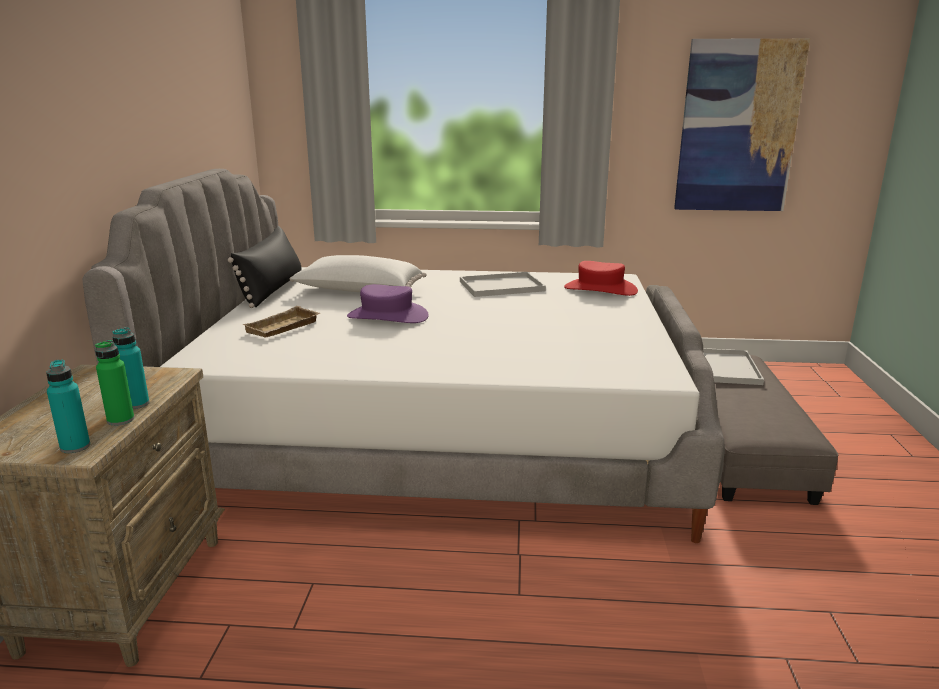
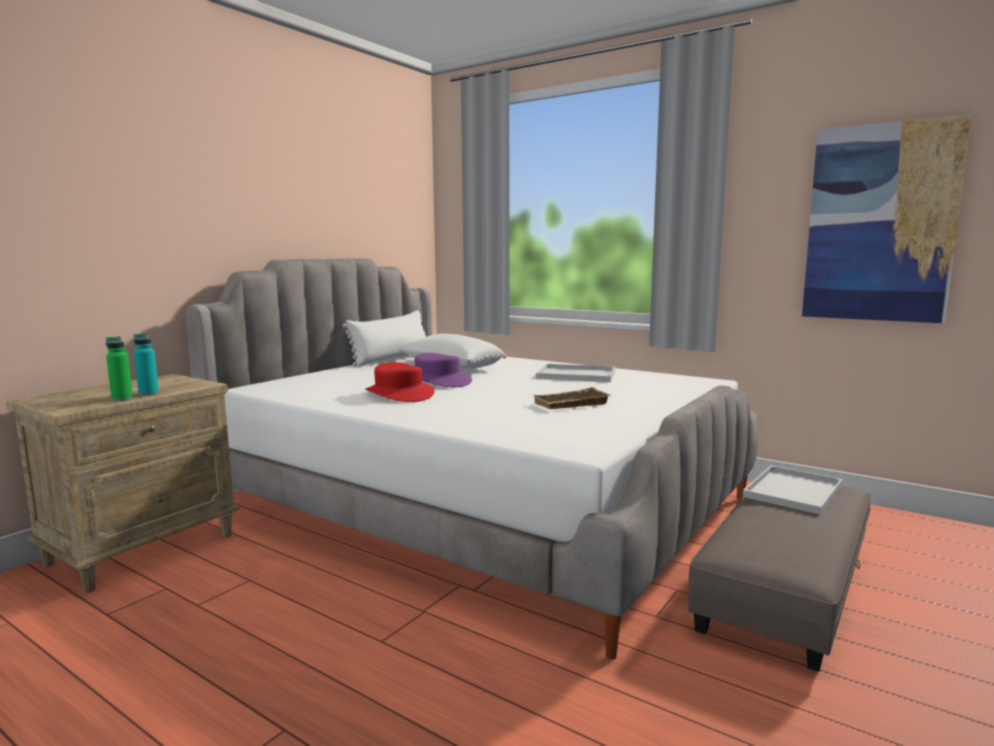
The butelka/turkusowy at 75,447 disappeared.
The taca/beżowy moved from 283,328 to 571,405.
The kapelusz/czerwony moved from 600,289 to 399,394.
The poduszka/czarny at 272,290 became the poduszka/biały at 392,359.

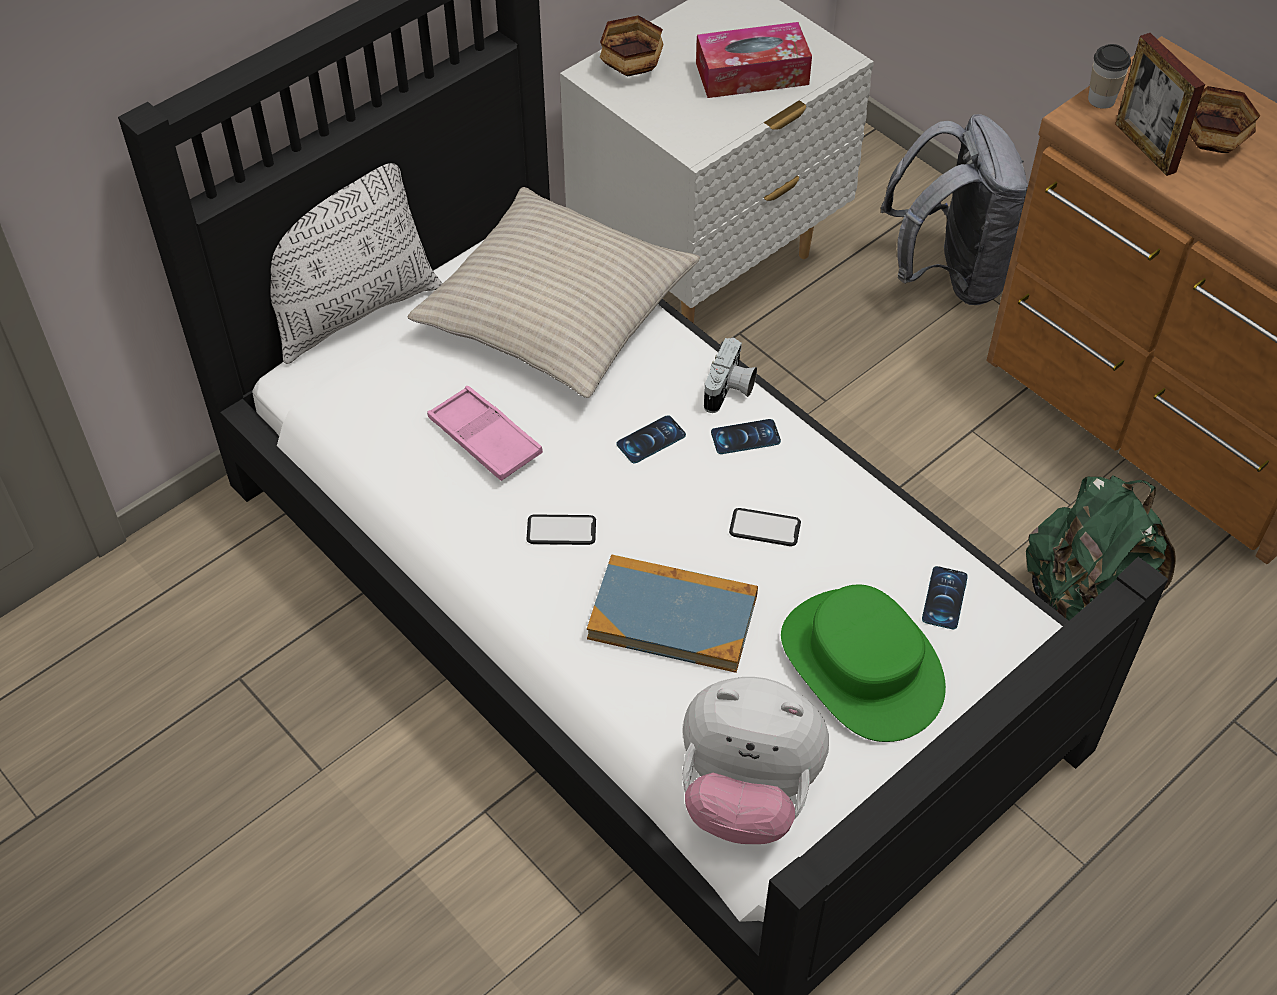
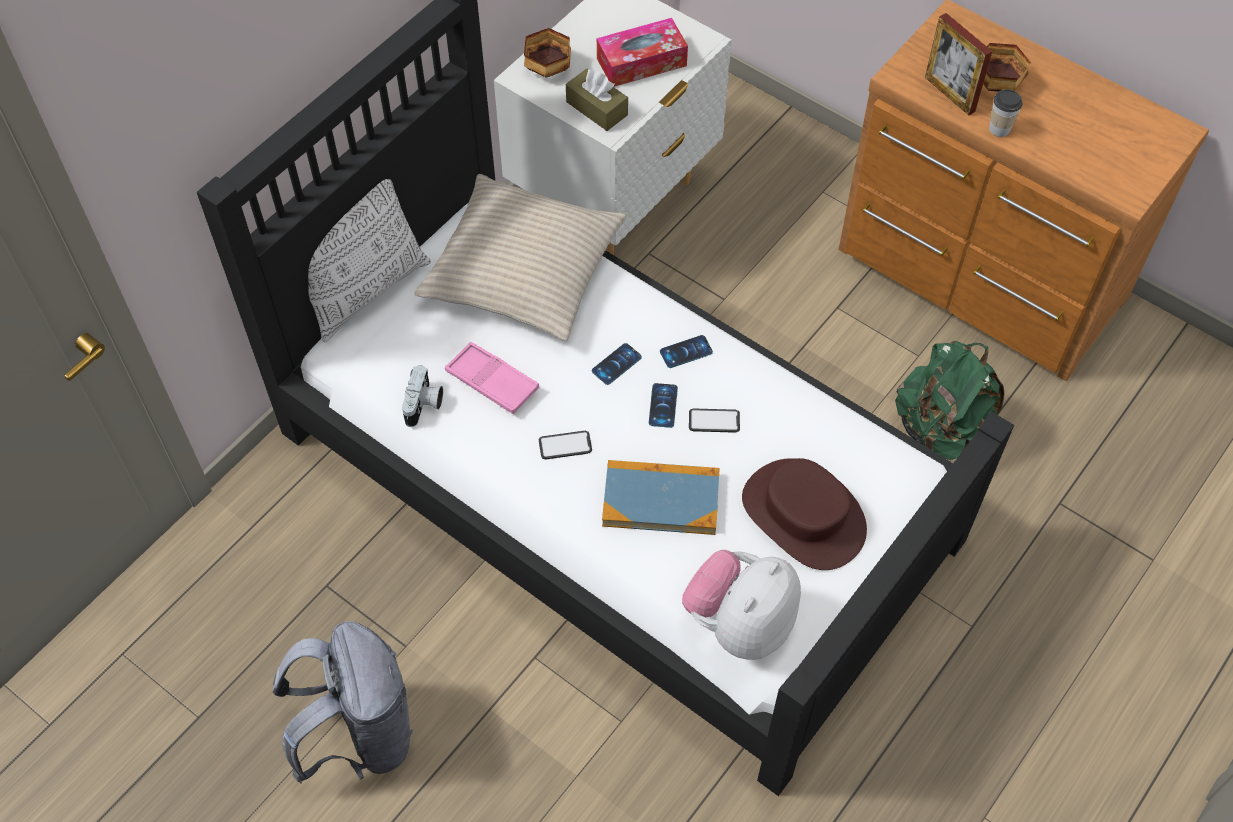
The pudełko chusteczek/brązowy at 597,108 appeared.
The aparat fotograficzny moved from 730,390 to 424,405.
The plecak/szary moved from 949,274 to 360,734.
The telefon moved from 944,598 to 663,405.
The filiżanka moved from 1101,99 to 999,129.
The kapelusz/zielony at 862,665 became the kapelusz/brązowy at 804,515.
The pluszak at 747,793 turned 120 degrees clockwise.

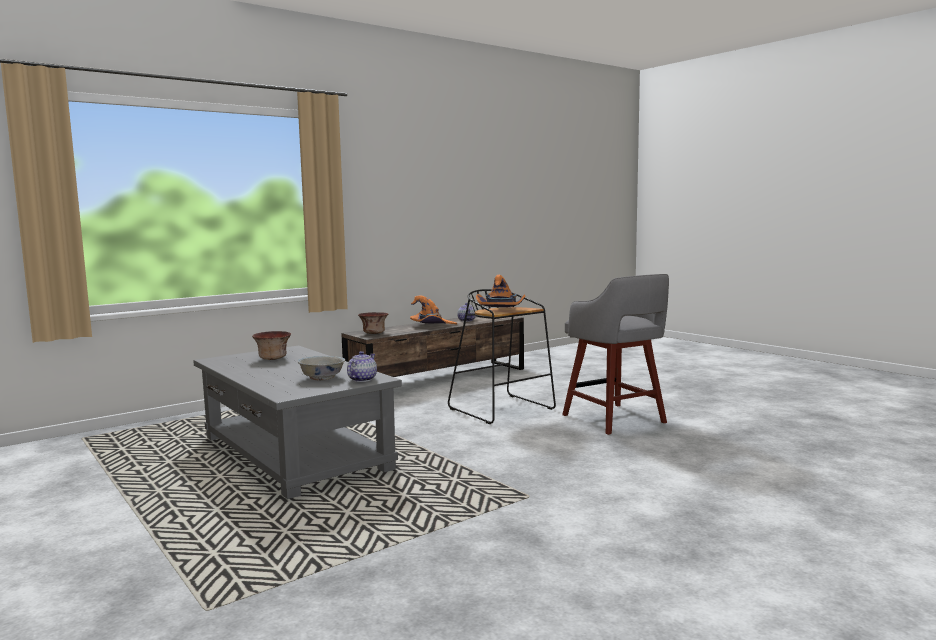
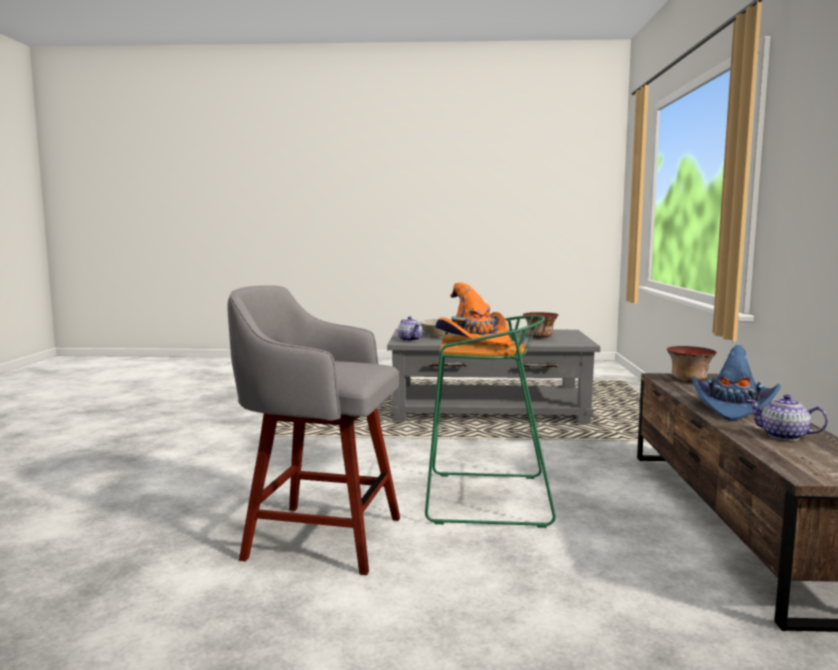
The kapelusz/pomarańczowy at 431,325 became the kapelusz/niebieski at 733,408.
The stołek/czarny at 503,409 became the stołek/zielony at 484,499.

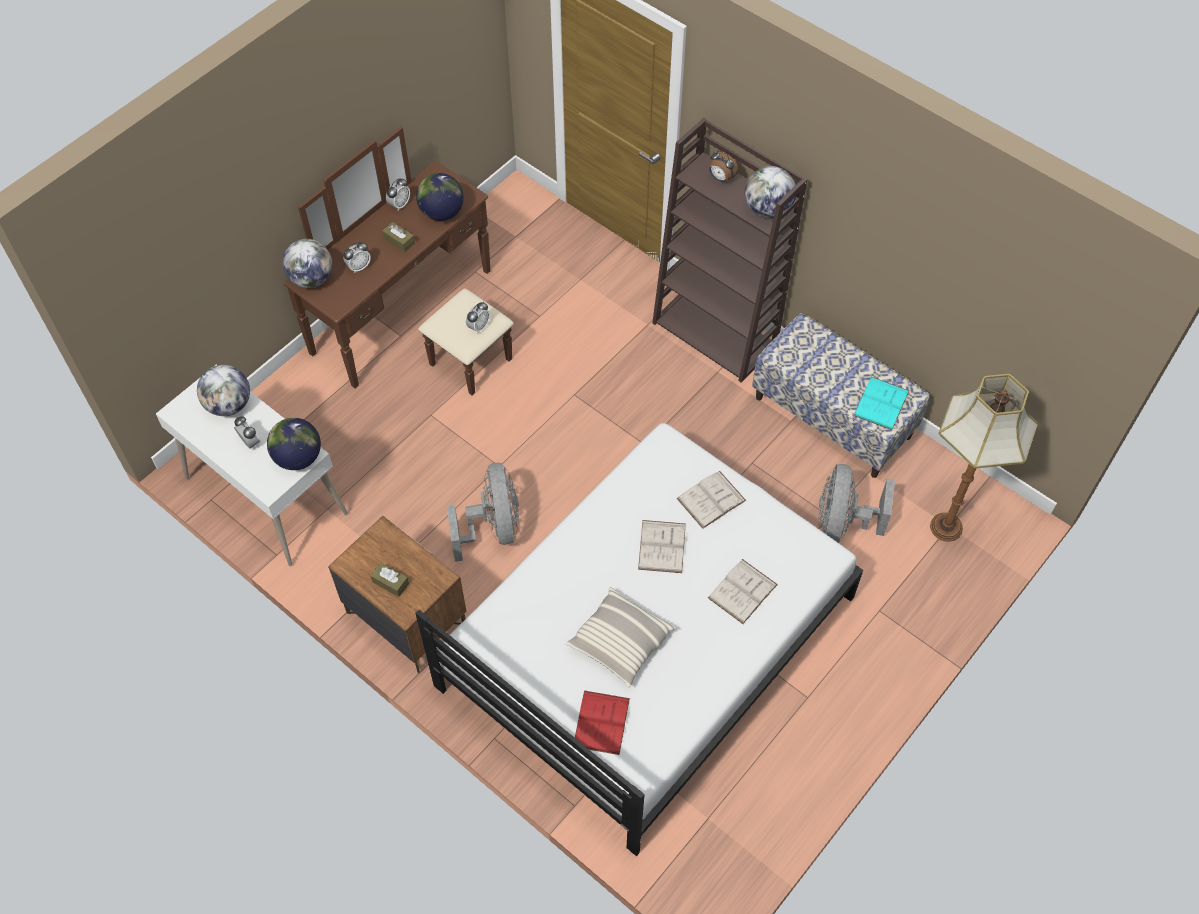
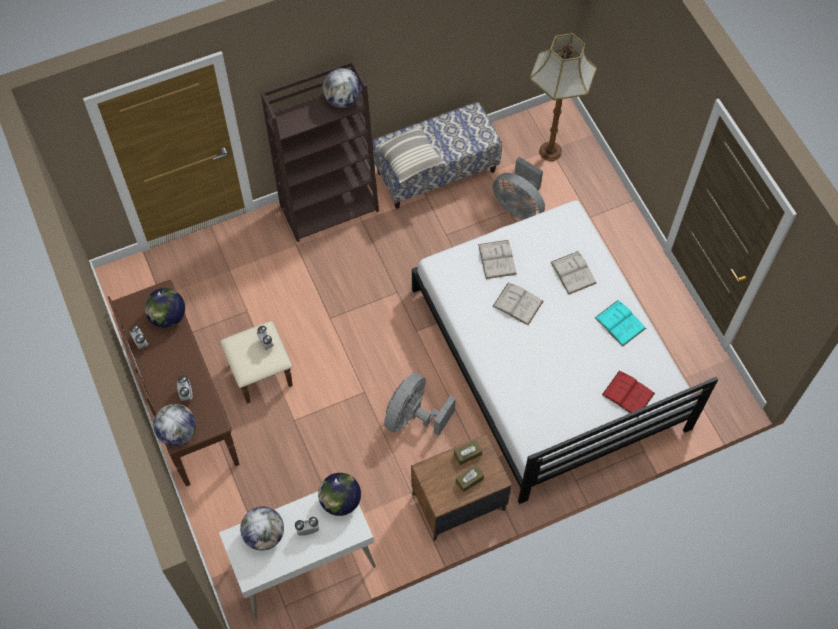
The budzik at 721,178 disappeared.
The pudełko chusteczek/brązowy moved from 399,241 to 467,454.
The poduszka moved from 620,642 to 410,159.
The książka/turkusowy moved from 881,403 to 620,323.
The wentylator/szary at 493,528 turned 75 degrees counterclockwise.

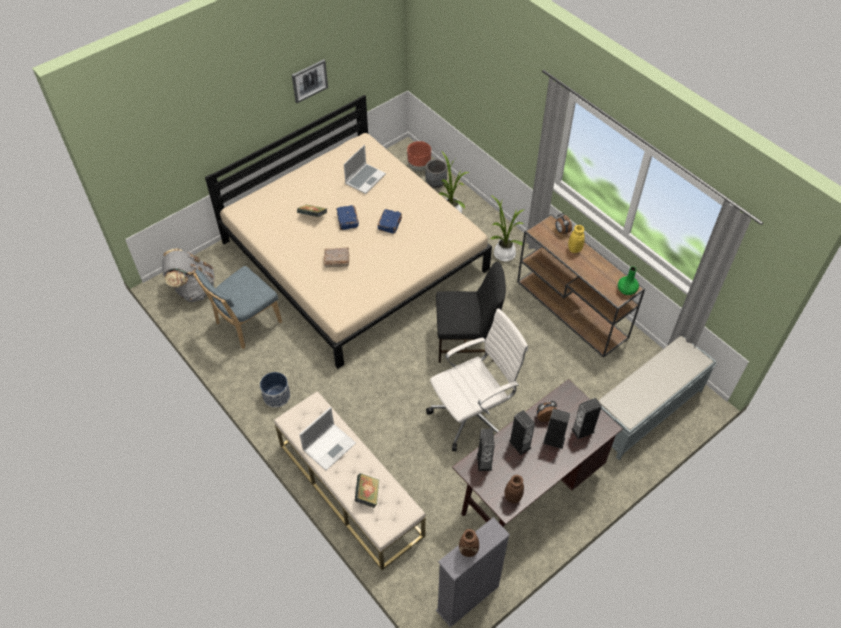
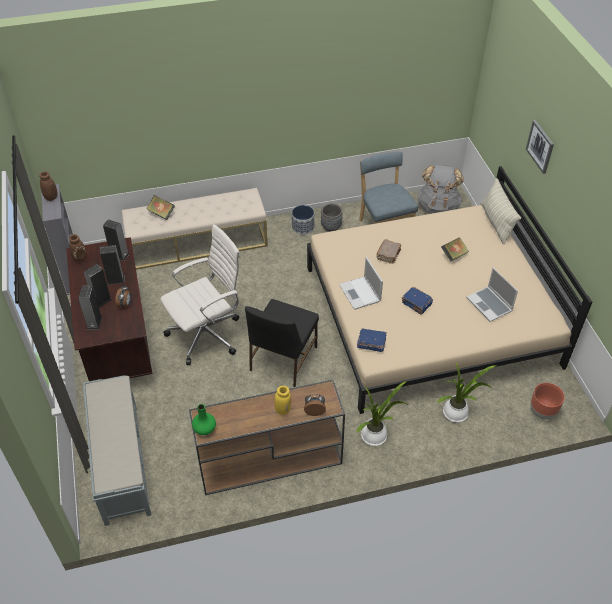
The poduszka at 496,223 appeared.
The obraz moved from 309,80 to 540,146.
The laptop moved from 330,446 to 360,293.
The książka/niebieski moved from 347,221 to 371,343.
The donica/szary moved from 436,182 to 331,227.
The krzesło biurowe/biały at 473,415 turned 120 degrees counterclockwise.

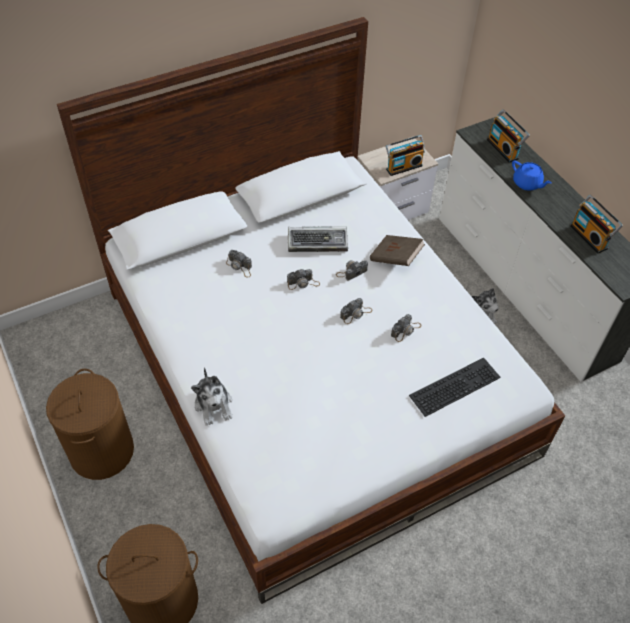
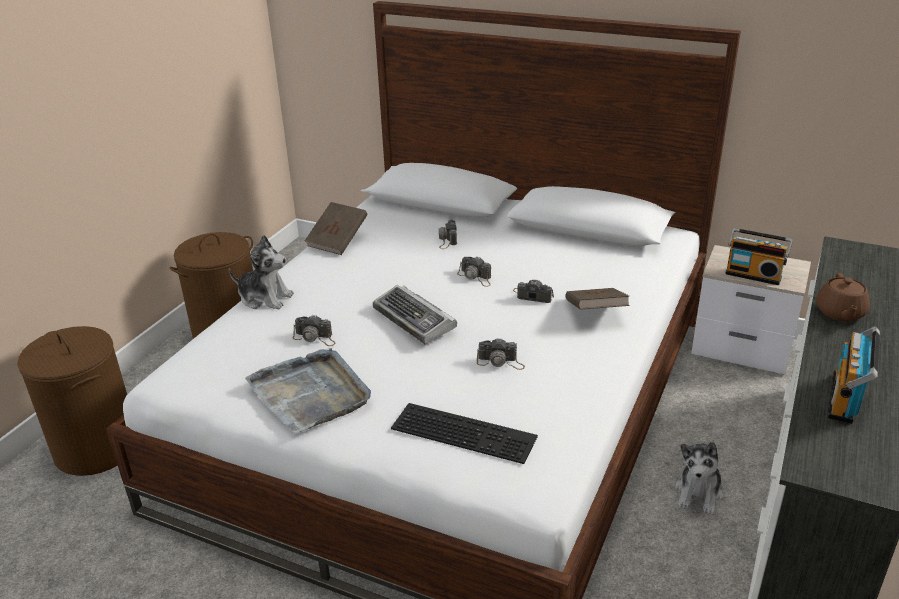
The radio at 504,149 disappeared.
The taca/szary at 311,393 appeared.
The książka/brązowy at 338,241 appeared.
The klawiatura moved from 318,242 to 415,320.
The aparat fotograficzny moved from 356,313 to 315,338.
The imbryk/niebieski at 527,184 became the imbryk/brązowy at 840,313.
The pluszak at 214,405 turned 105 degrees counterclockwise.

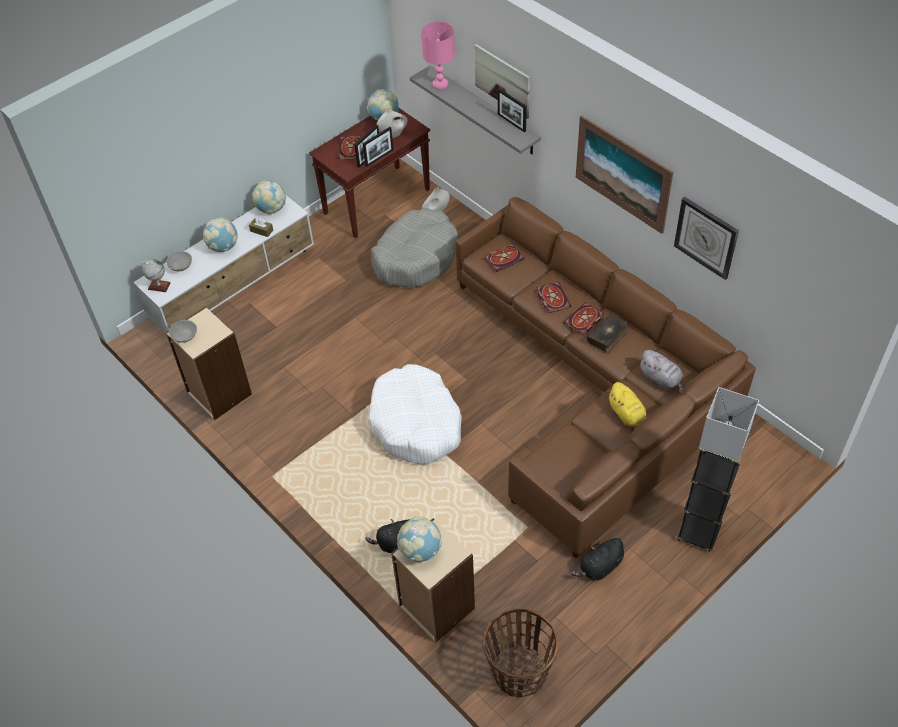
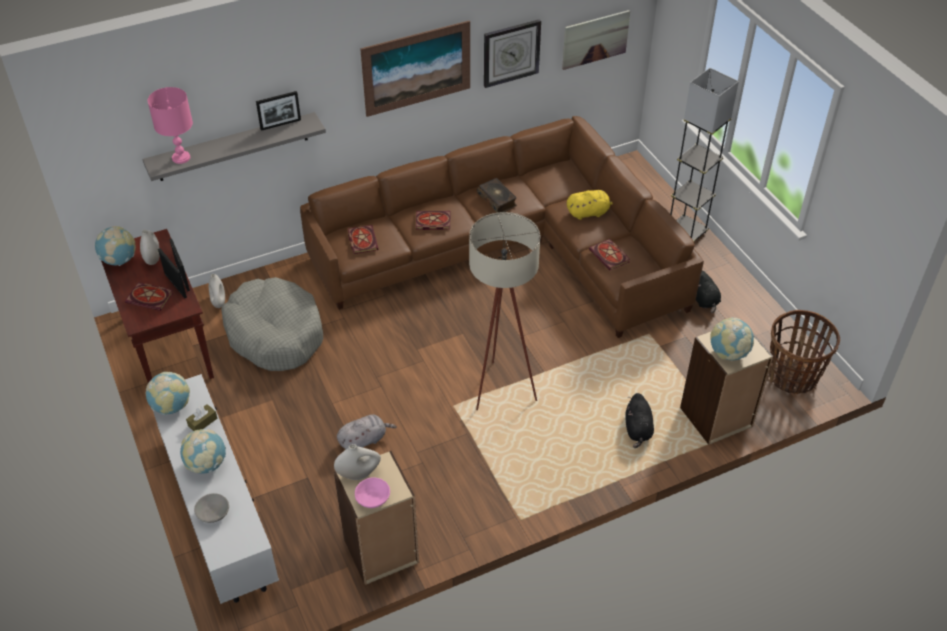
The globus at 159,286 disappeared.
The wazon/biały at 359,473 appeared.
The obraz moved from 502,80 to 595,39.
The książka moved from 583,321 to 610,256.
The pluszak/szary moved from 661,379 to 364,440.
The legowisko/biały at 416,423 was replaced by the lampa stojąca/beżowy at 500,384.
The miska/szary at 185,336 became the miska/różowy at 372,499.

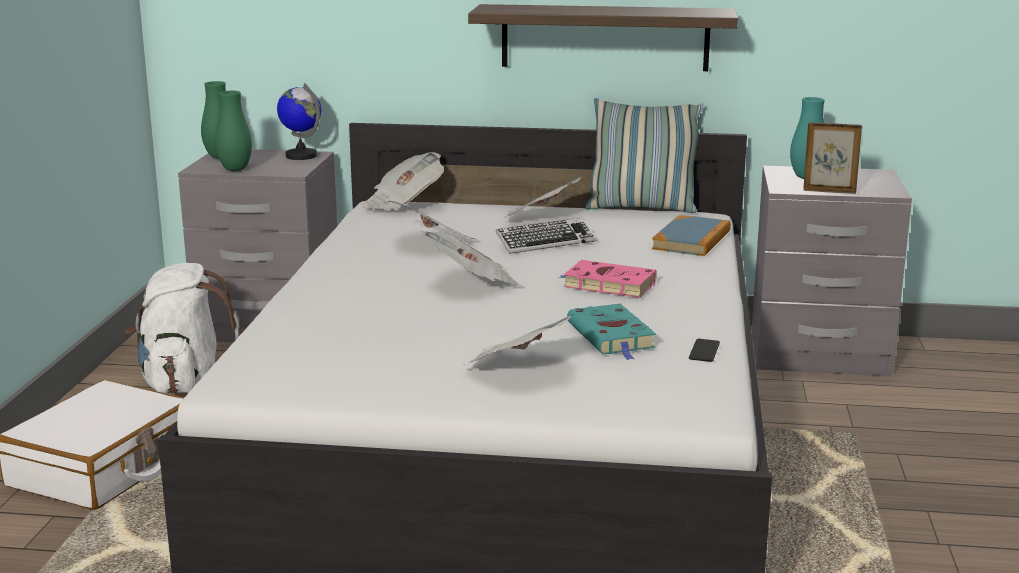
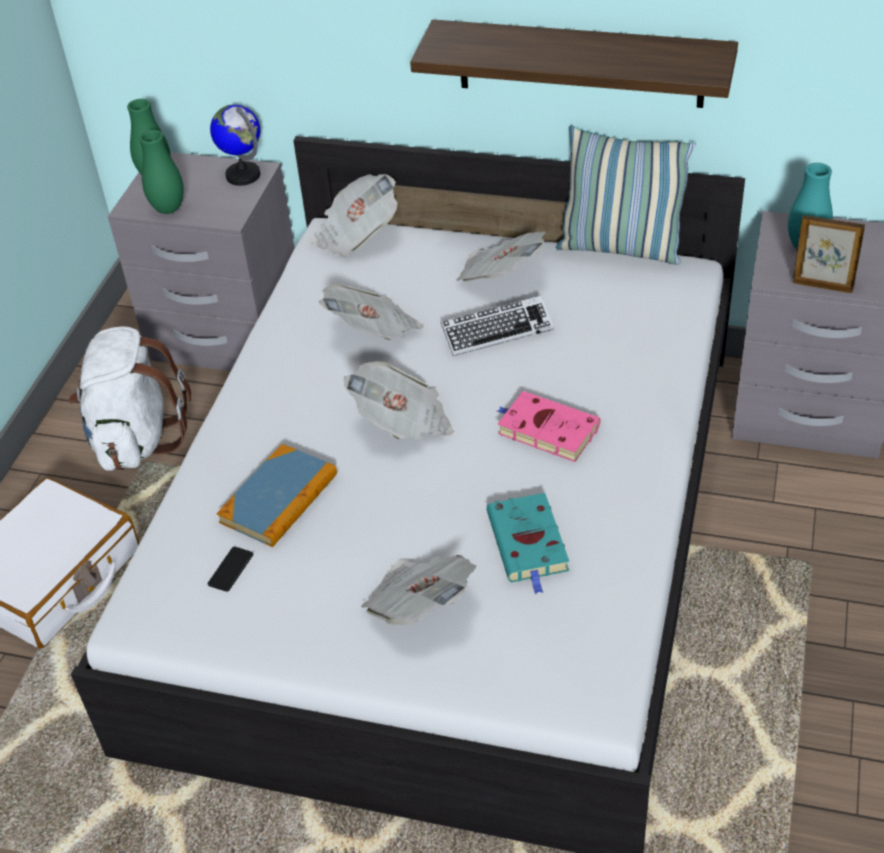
The książka moved from 692,240 to 279,499.
The telefon moved from 704,351 to 230,569.

